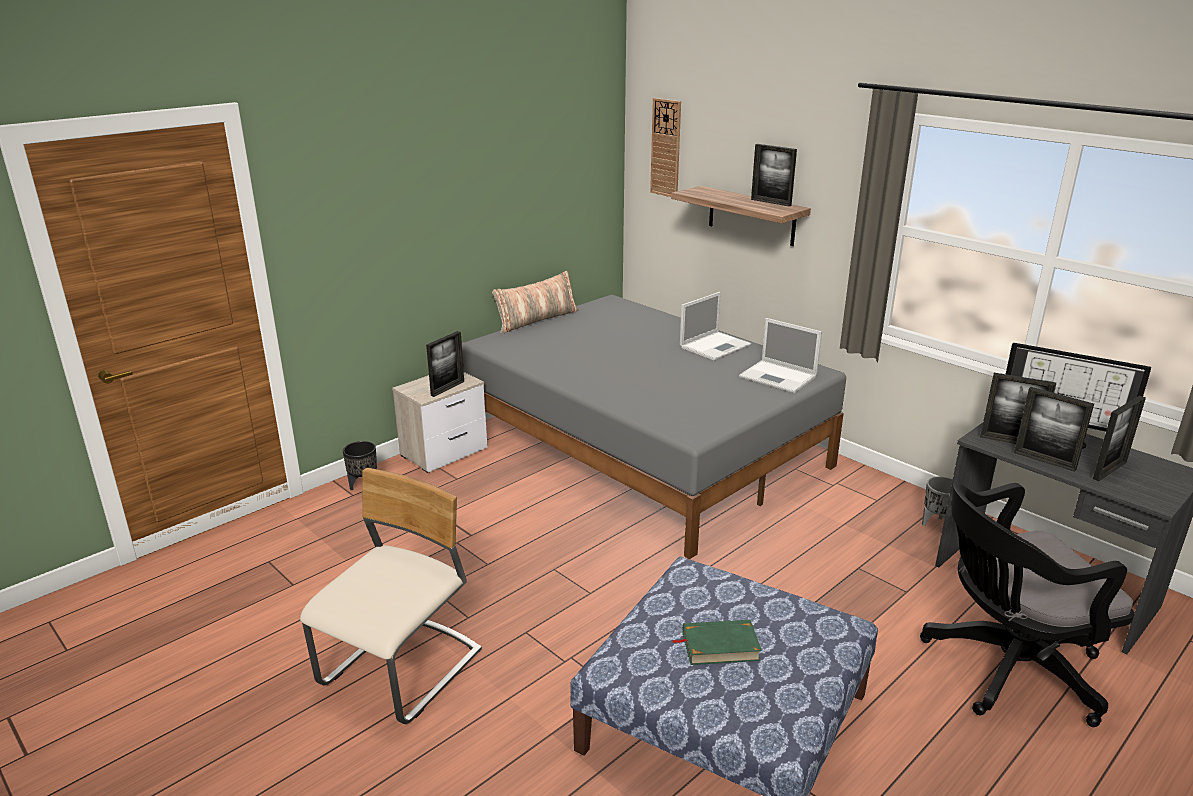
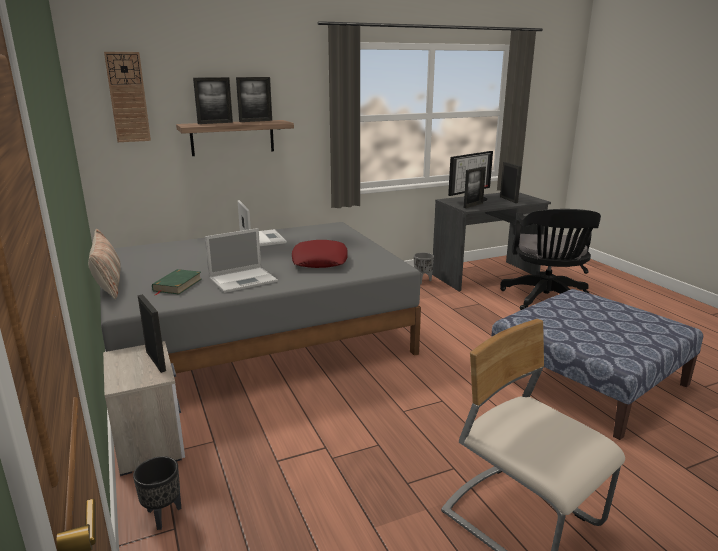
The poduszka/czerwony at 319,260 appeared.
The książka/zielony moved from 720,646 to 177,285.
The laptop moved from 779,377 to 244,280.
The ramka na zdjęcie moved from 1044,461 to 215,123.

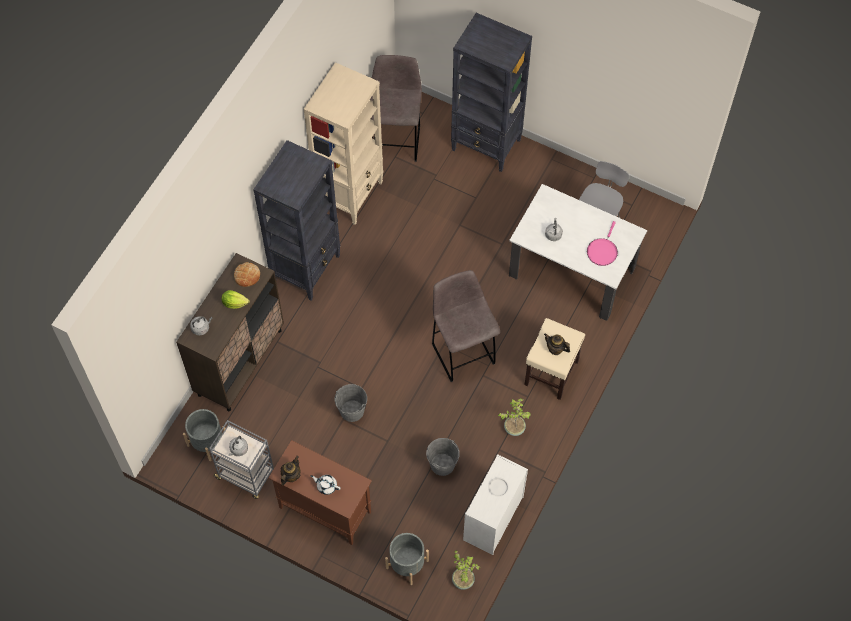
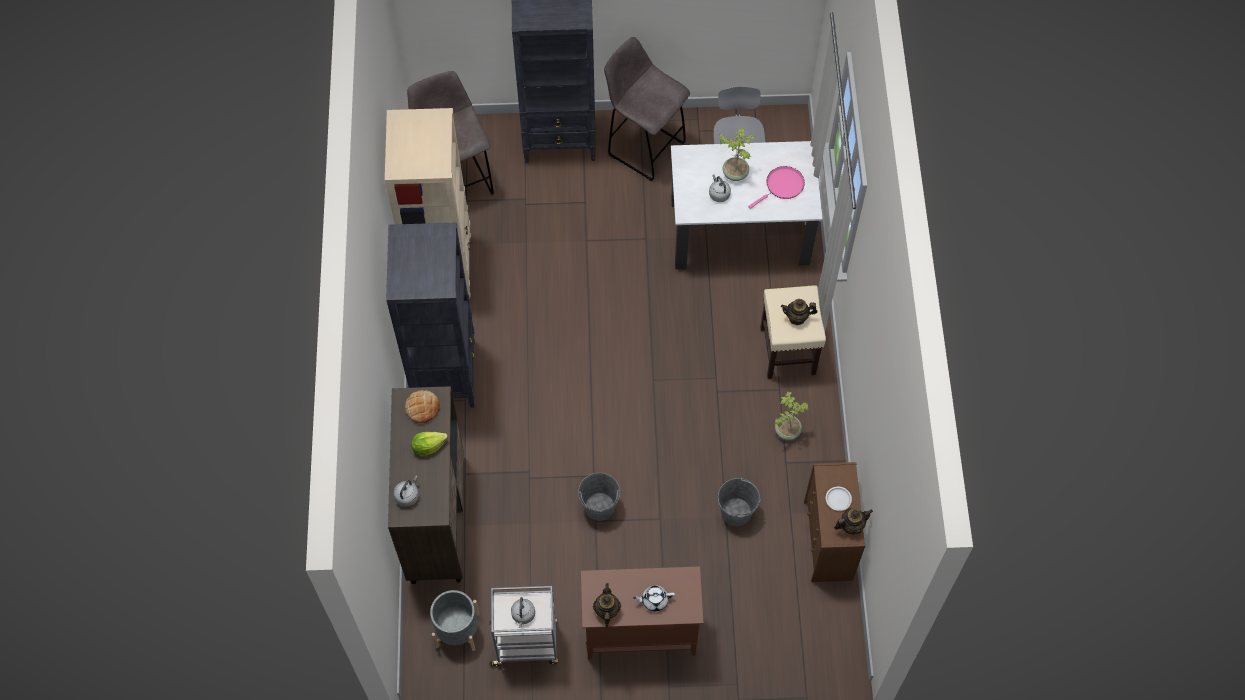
The donica/szary at 407,564 disappeared.
The imbryk at 851,526 appeared.
The stołek/szary moved from 462,352 to 644,147.
The roślina doniczkowa moved from 463,580 to 735,173.
The komoda/biały at 493,519 became the komoda/brązowy at 828,541.
The patelnia/różowy at 602,251 turned 120 degrees counterclockwise.

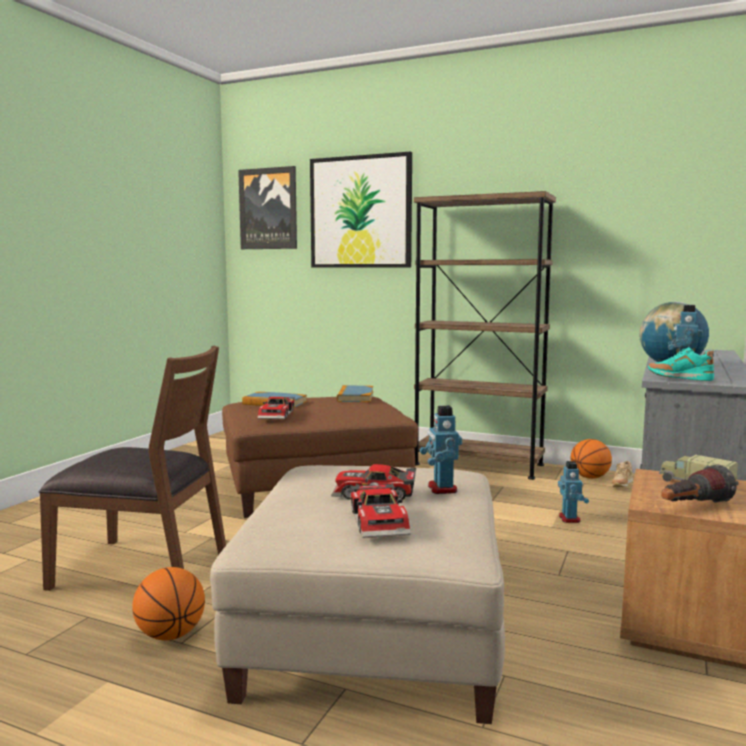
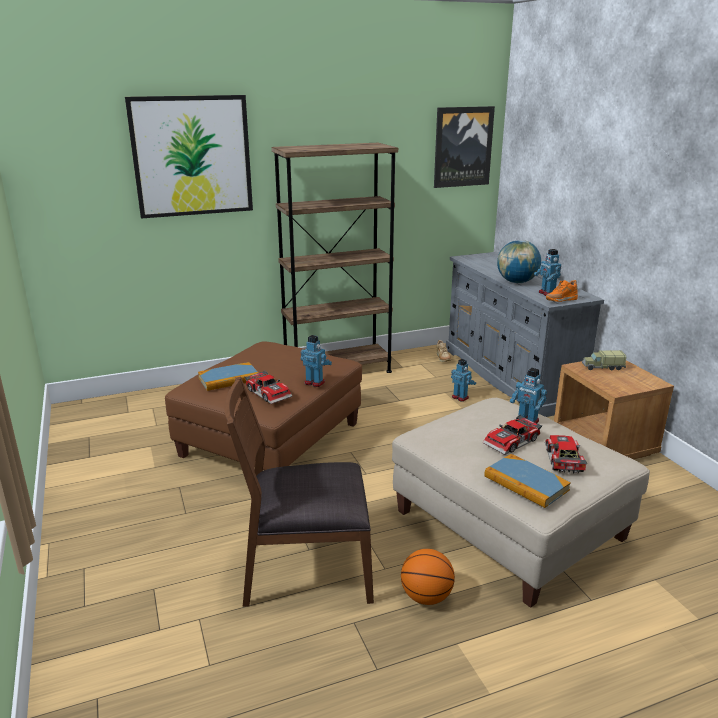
The piłka do koszykówki at 590,477 disappeared.
The latarka at 692,507 disappeared.
The robot zabawkowy at 315,382 appeared.
The obraz moved from 268,209 to 462,147.
The książka moved from 355,396 to 526,483.
The but/turkusowy at 679,379 became the but/pomarańczowy at 560,301.
The krzesło/brązowy at 144,569 turned 150 degrees counterclockwise.
The samochodzik at 381,521 turned 120 degrees counterclockwise.

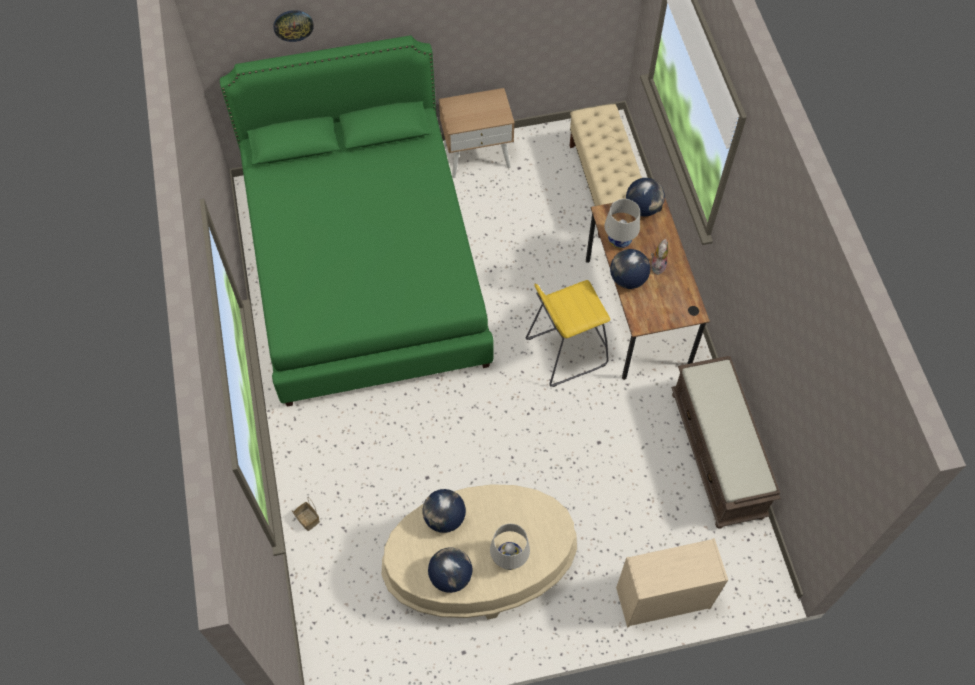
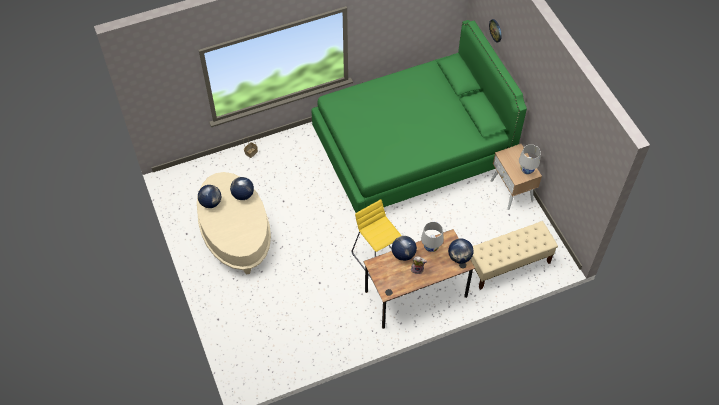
The komoda/beżowy at 661,598 disappeared.
The ławka/brązowy at 718,455 disappeared.
The lampa stołowa/biały moved from 509,559 to 527,169.

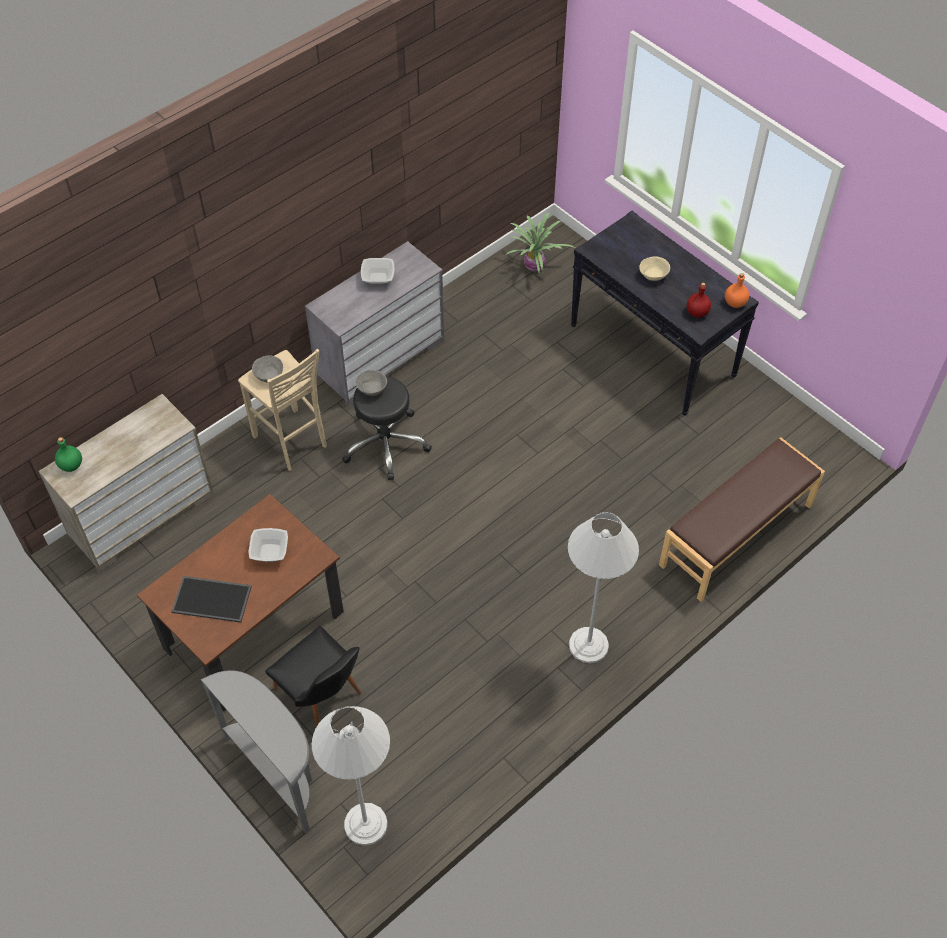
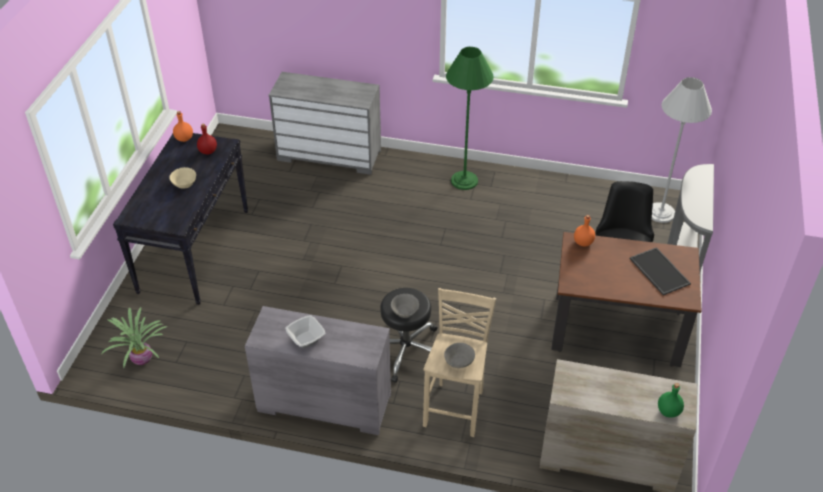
The miska at 269,552 disappeared.
The butelka/pomarańczowy at 583,242 appeared.
The ławka/brązowy at 737,536 was replaced by the komoda/szary at 329,155.
The lampa stojąca/biały at 588,645 became the lampa stojąca/zielony at 464,181.

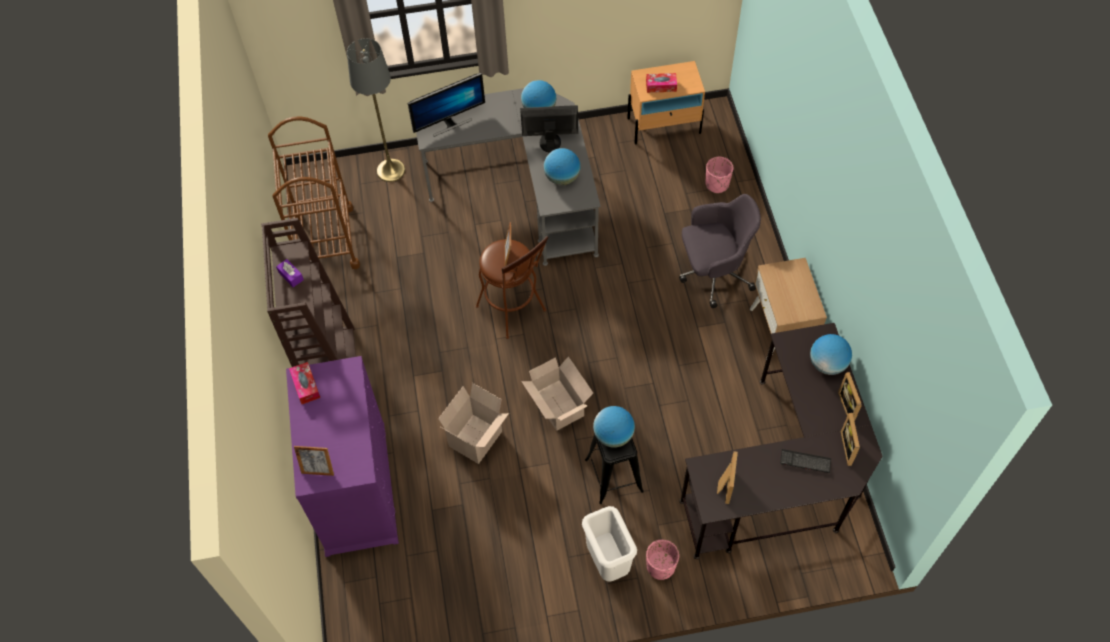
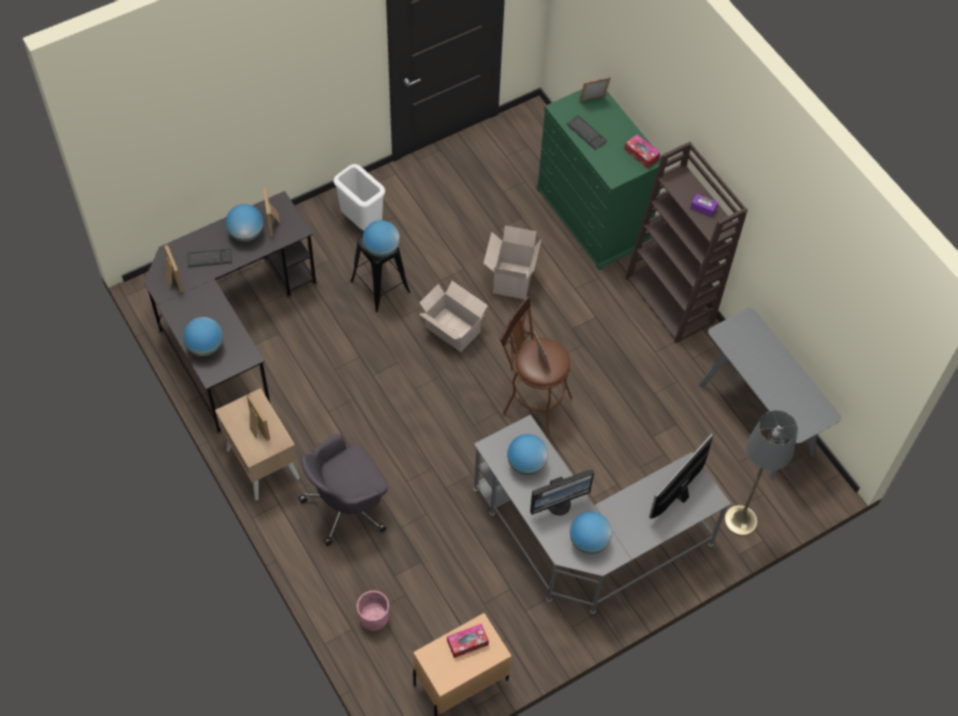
The donica/różowy at 660,566 disappeared.
The globus at 246,233 appeared.
The klawiatura at 586,133 appeared.
The ramka na zdjęcie moved from 850,407 to 256,428.
The wózek/brązowy at 326,241 was replaced by the stolik konsolowy/szary at 756,419.
The komoda/fioletowy at 355,487 became the komoda/zielony at 593,216.

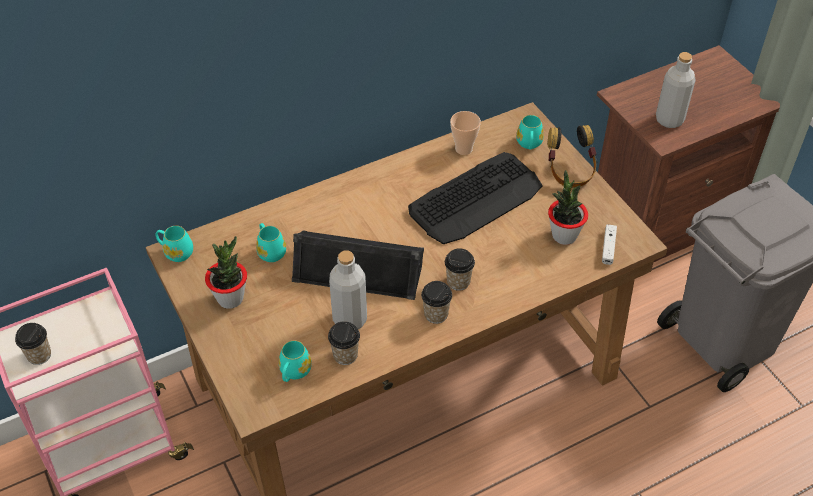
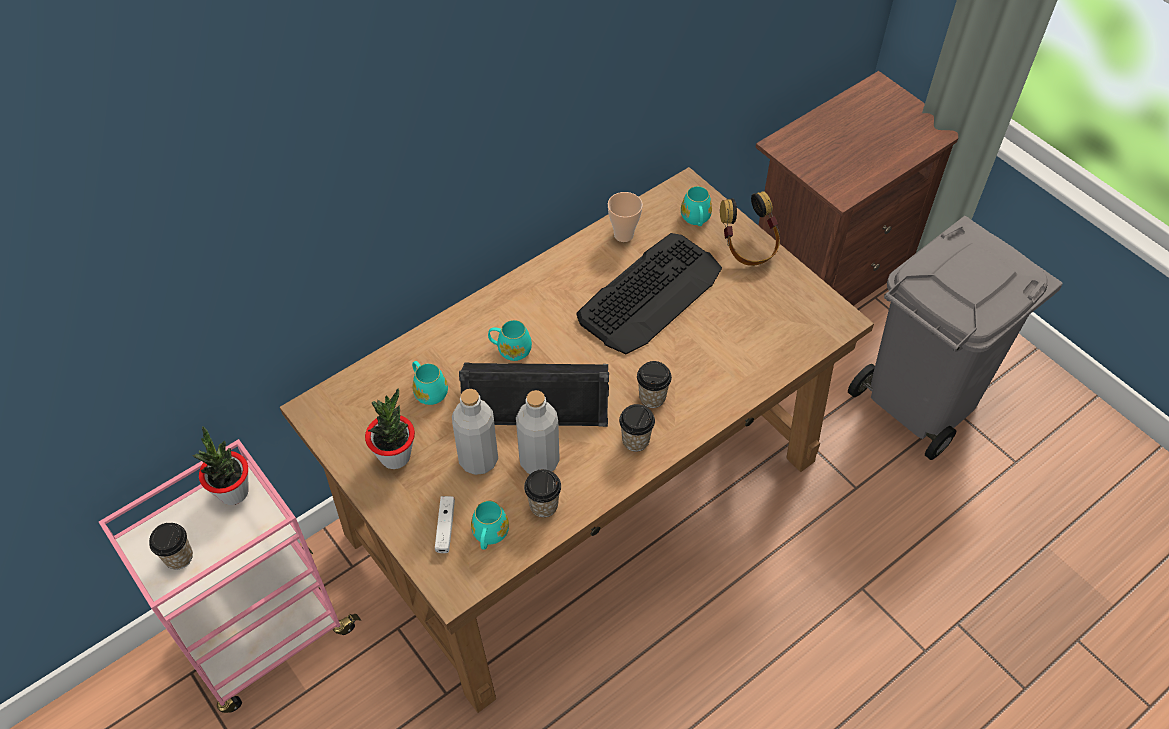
The kubek/turkusowy moved from 175,252 to 510,349.
The roślina doniczkowa moved from 564,235 to 233,492.
The pad do gier/biały moved from 608,247 to 445,527.
The butelka/szary moved from 669,120 to 478,459.

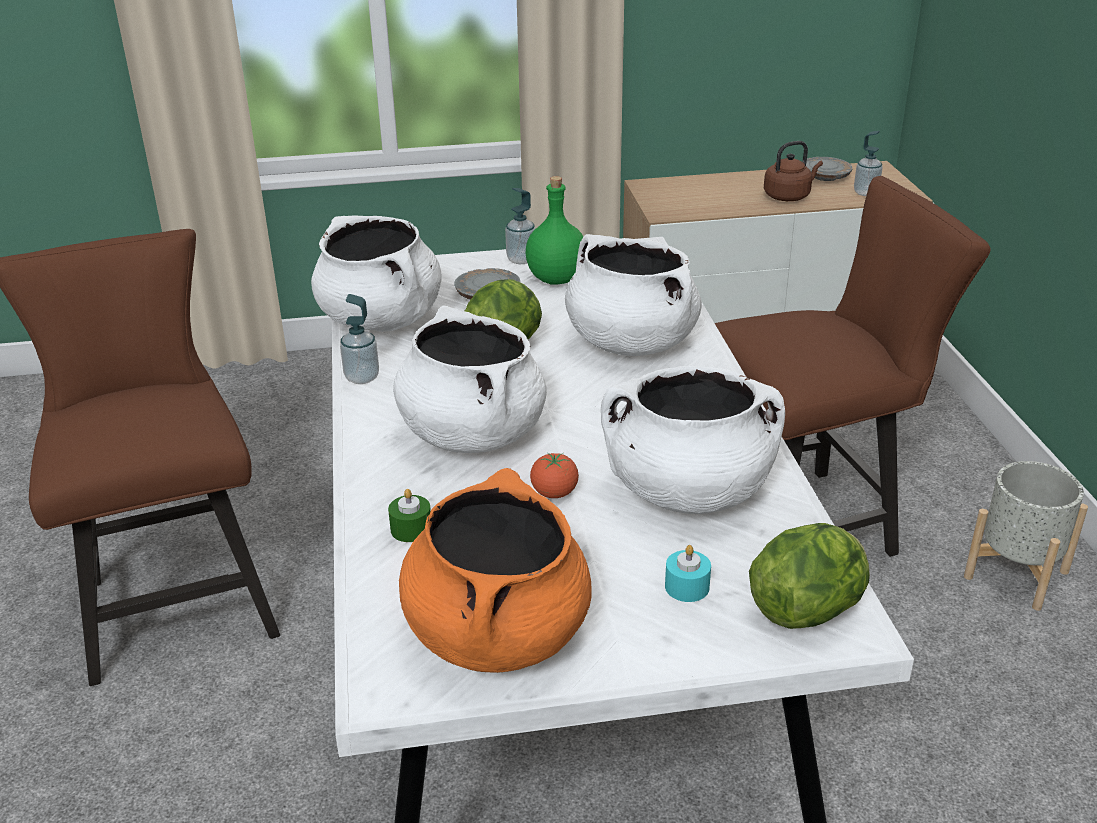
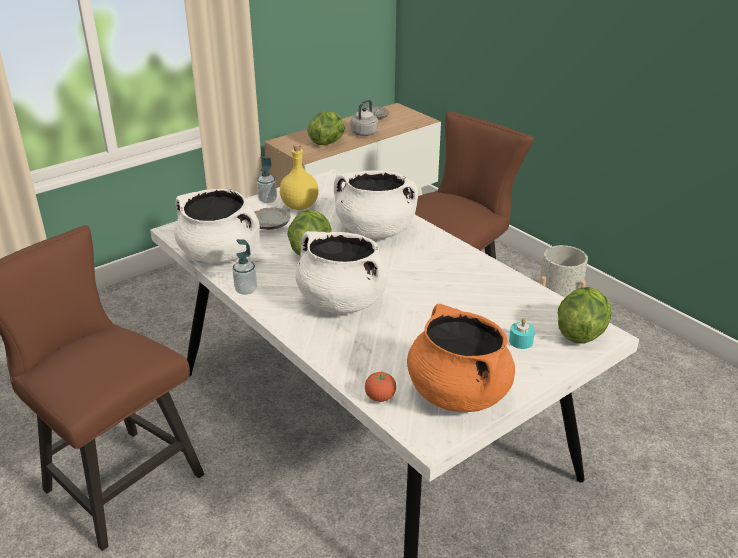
The świeca/zielony at 411,529 disappeared.
The garnek/biały at 688,491 disappeared.
The dozownik mydła at 865,193 disappeared.
The sałata at 328,142 appeared.
The pomidor moved from 554,493 to 380,397.
The butelka/zielony at 557,279 became the butelka/żółty at 300,206.
The czajnik/brązowy at 789,196 became the czajnik/szary at 365,132.

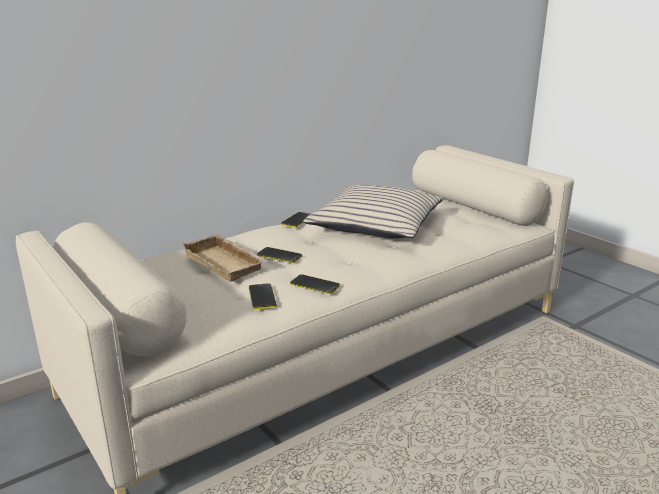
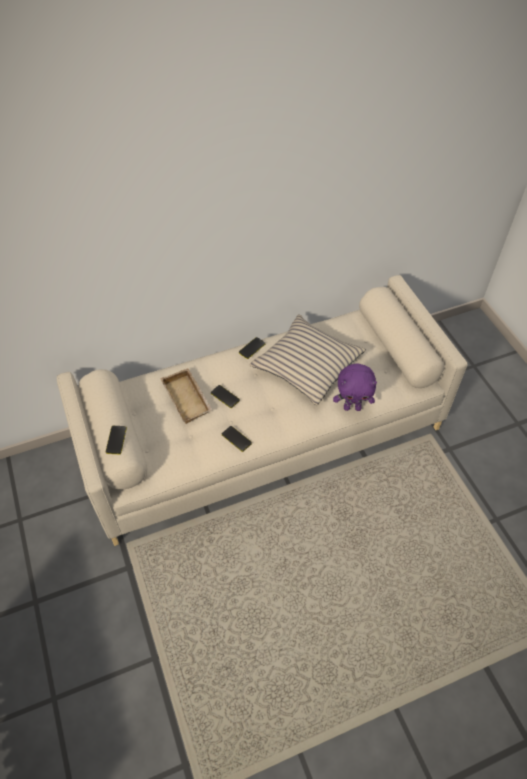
The pluszak/fioletowy at 352,407 appeared.
The telefon moved from 262,297 to 116,440.

